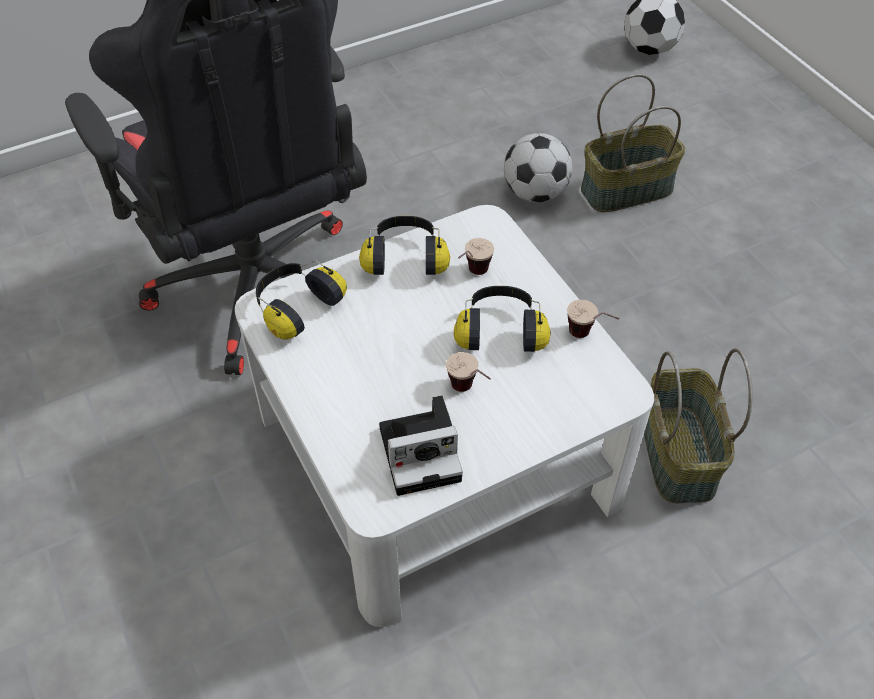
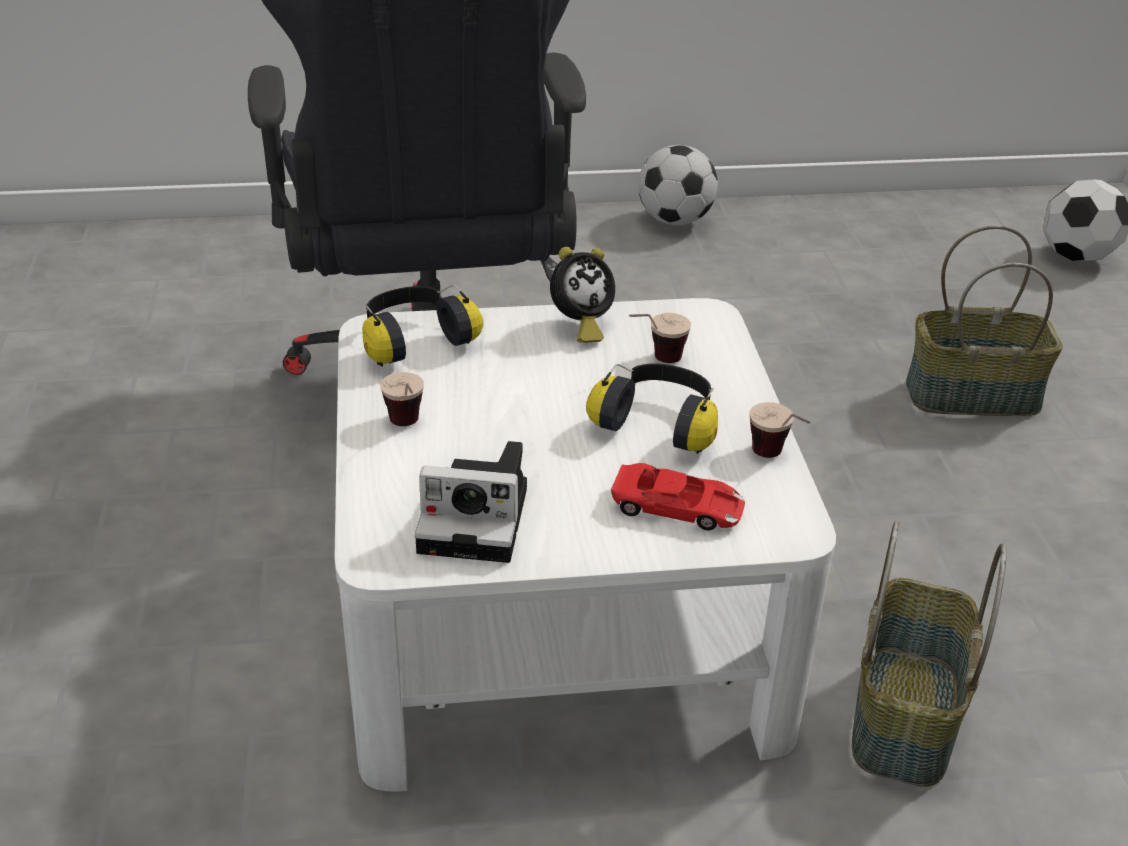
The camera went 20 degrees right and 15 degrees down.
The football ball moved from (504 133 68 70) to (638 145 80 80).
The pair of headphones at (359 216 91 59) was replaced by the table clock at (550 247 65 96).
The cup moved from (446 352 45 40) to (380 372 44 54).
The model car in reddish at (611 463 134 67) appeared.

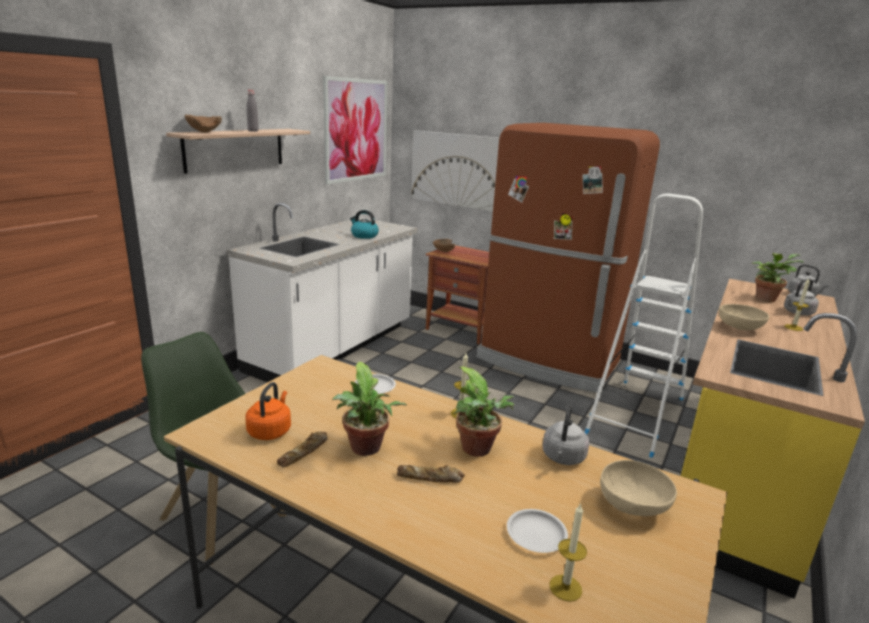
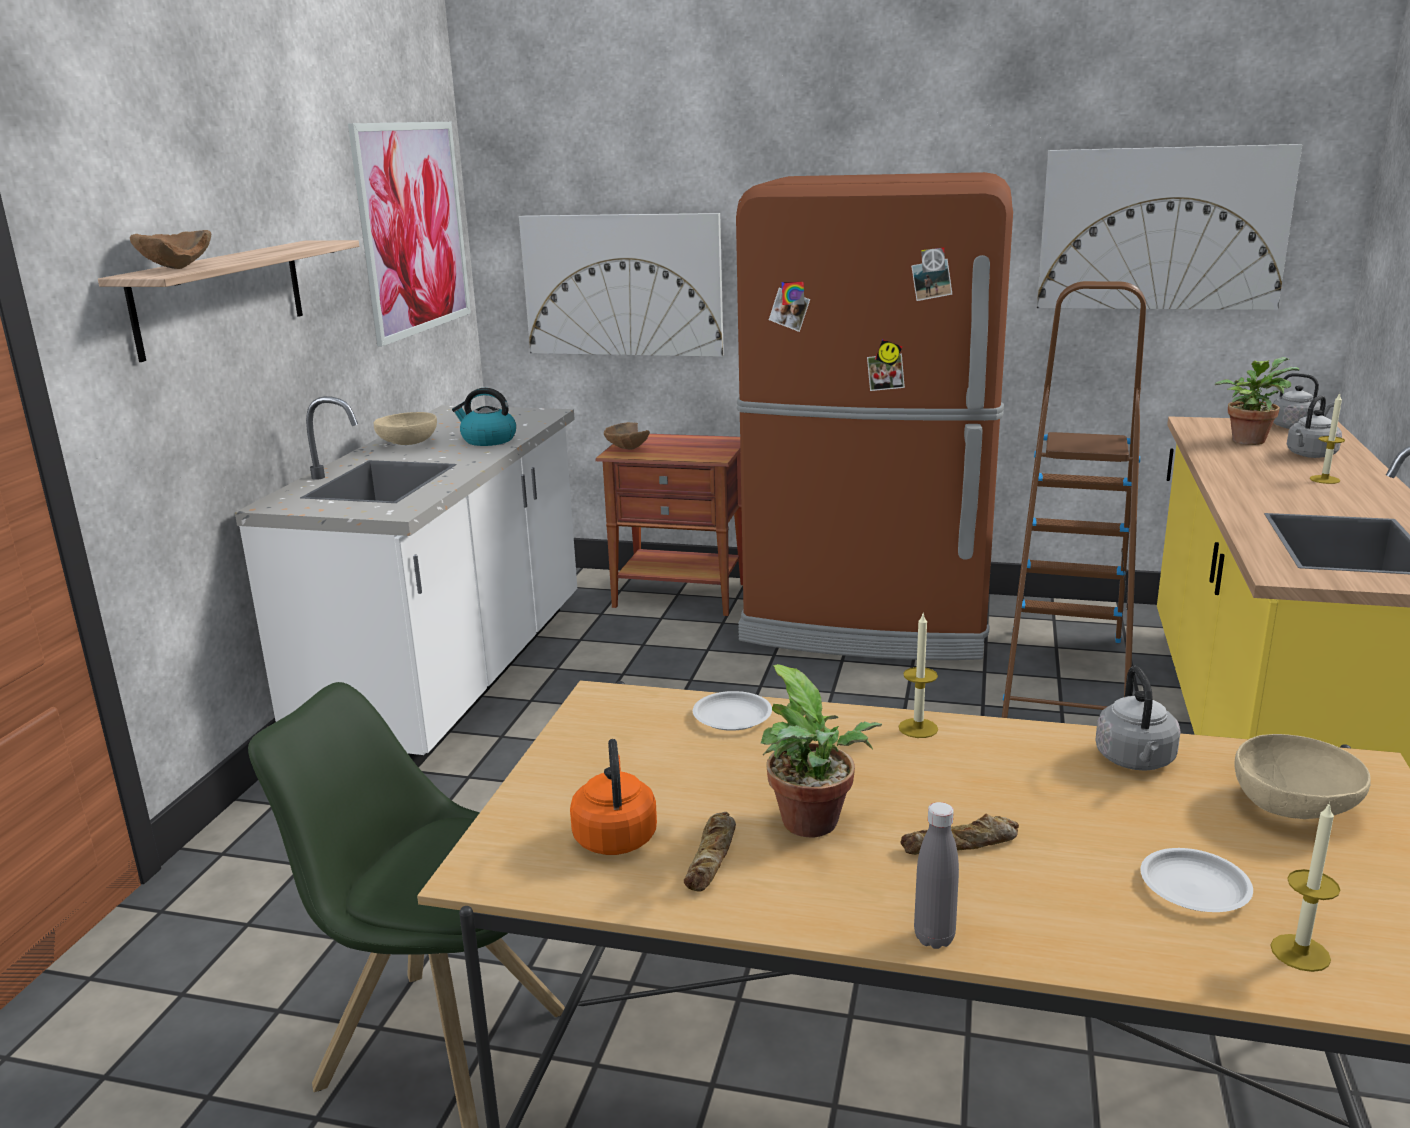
The camera went 15 degrees left and 0 degrees up.
The beverage bottle in grey moved from (247 90 12 42) to (914 802 45 147).
The stepladder in white-coloured at (585 193 118 265) became the stepladder in brownish at (1002 281 144 437).
The deep dish in sand-coloured moved from (719 304 50 26) to (374 412 63 33).
The houseplant at (453 366 61 91) disappeared.
The wall picture at (1037 144 265 166) appeared.

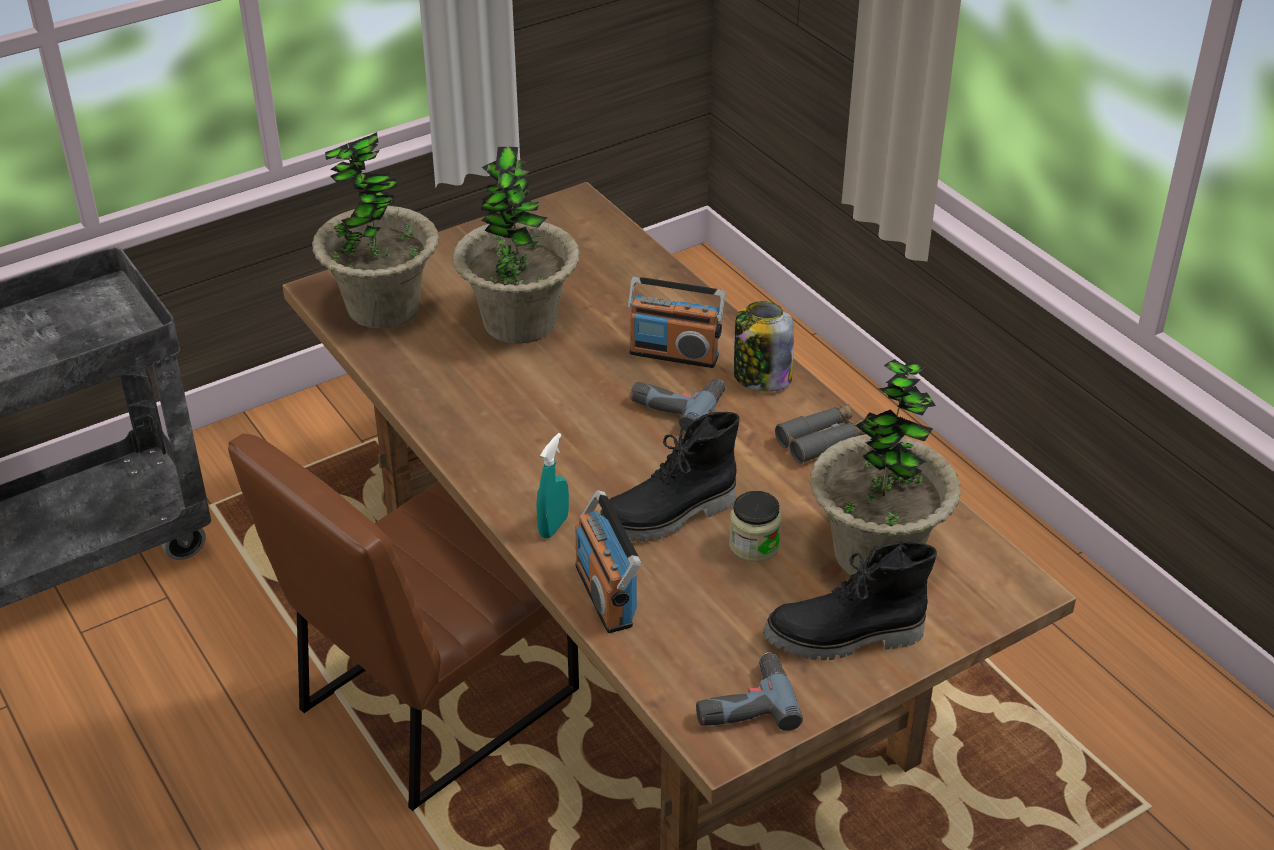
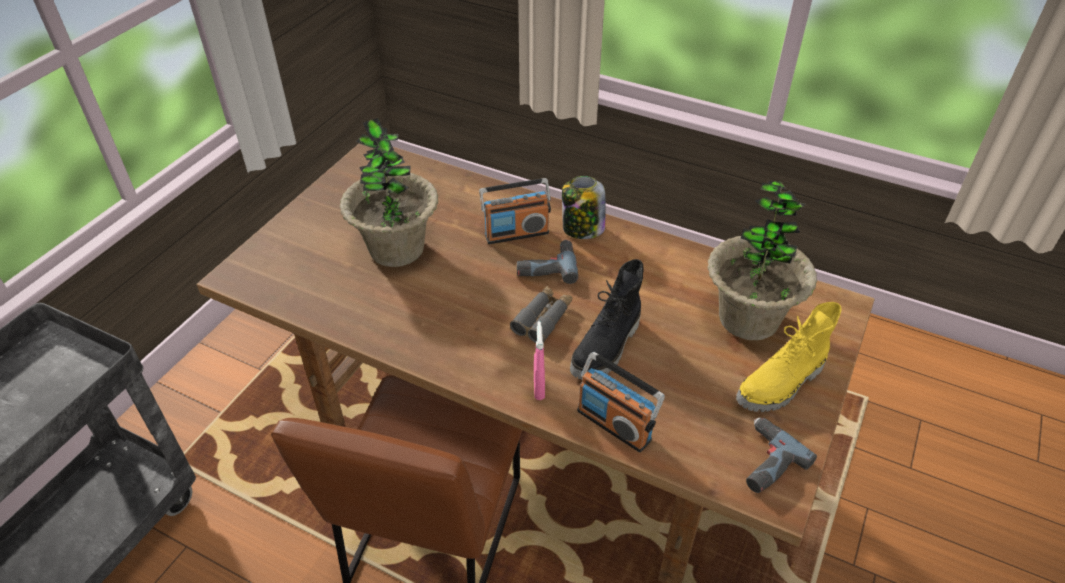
The camera went 30 degrees left and 5 degrees up.
The houseplant at (312 132 127 197) disappeared.
The field glasses in grey moved from (775 404 91 60) to (510 286 63 57).
The hand sprayer in turquoise at (536 433 33 105) became the hand sprayer in pinkish at (534 321 11 79).
The preserve jar at (729 491 53 71) disappeared.
The boot in black-coloured at (763 541 174 119) became the boot in yellowish at (736 302 105 110).

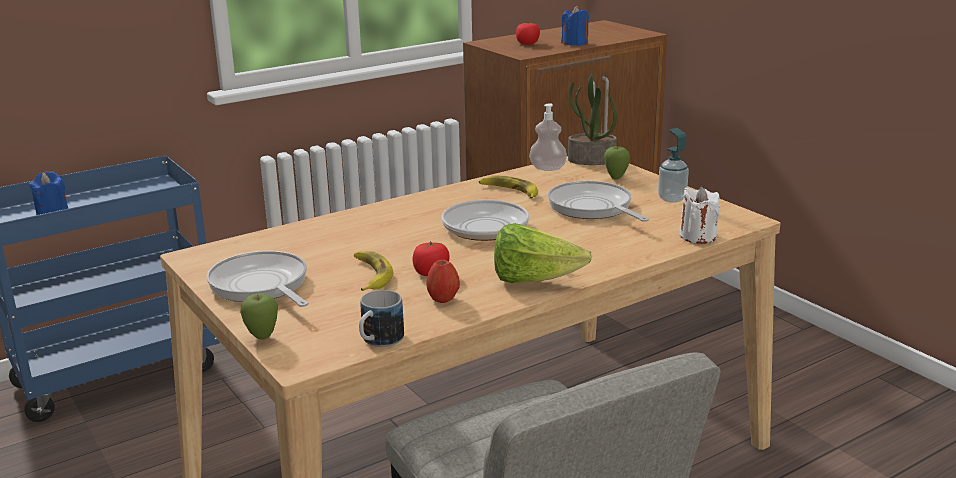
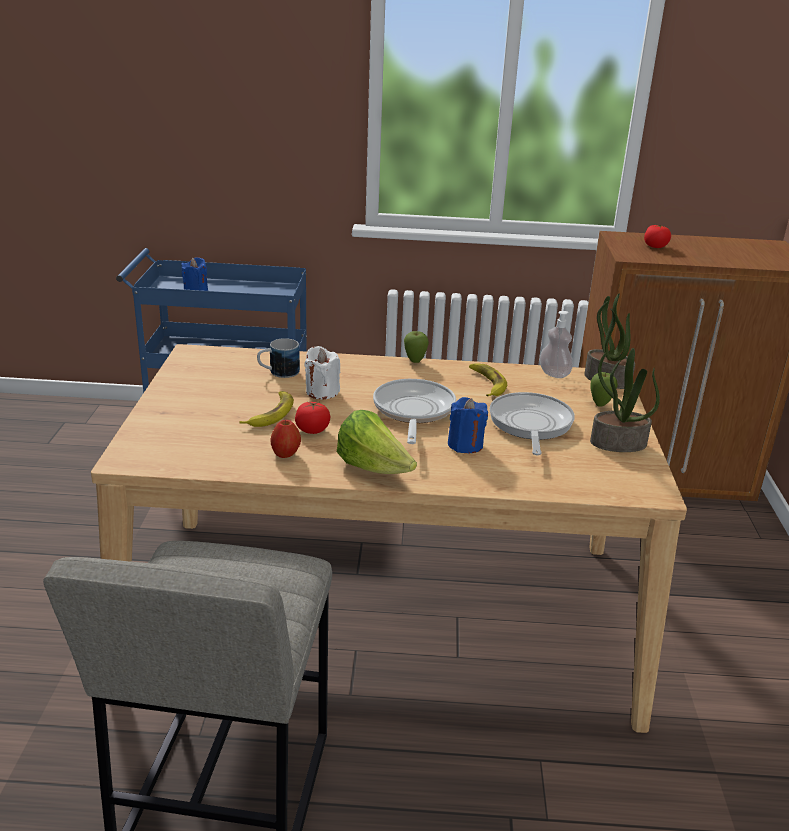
The camera went 35 degrees right and 5 degrees up.
The candle in blue moved from (561 6 28 40) to (448 397 40 56).
The soap dispenser at (658 128 31 75) was replaced by the houseplant at (590 348 70 104).
The candle in white-coloured moved from (680 187 40 57) to (305 346 35 53).
The skillet at (206 251 103 56) disappeared.
The mug moved from (359 290 45 57) to (257 338 43 40).
The apple fruit moved from (240 293 38 47) to (404 331 25 32).

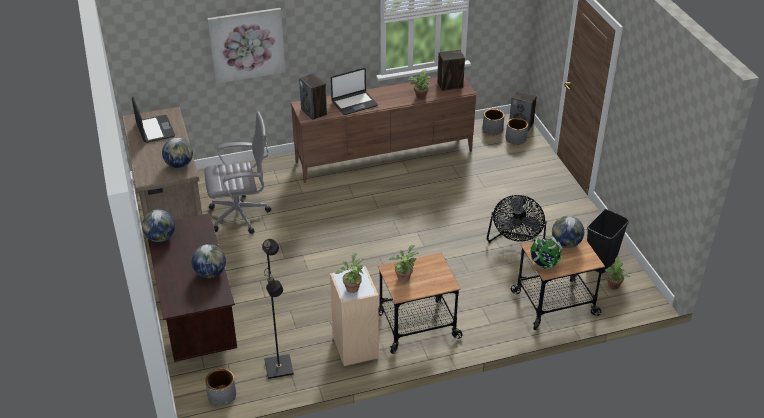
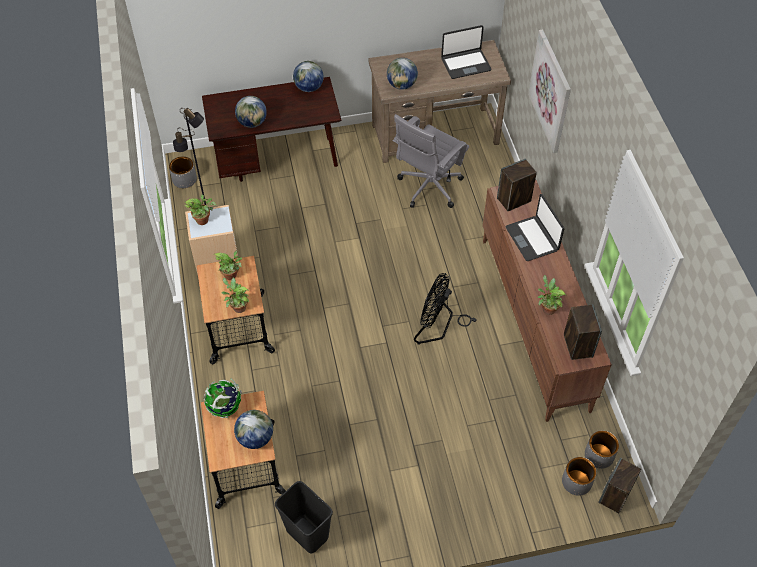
The camera went 95 degrees right and 15 degrees up.
The office chair in grey at (204 111 67 123) turned 45 degrees clockwise.
The cooling fan in black-coloured moved from (487 194 60 49) to (414 273 63 72).
The houseplant moved from (604 257 27 33) to (222 277 27 36).

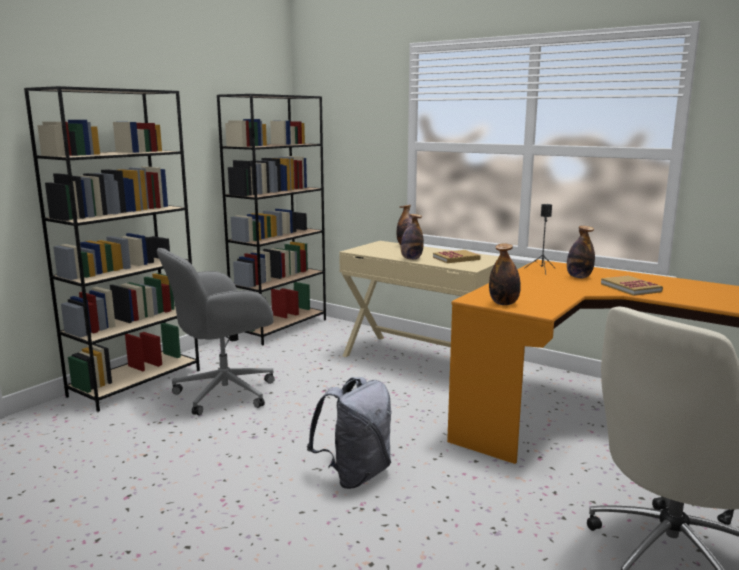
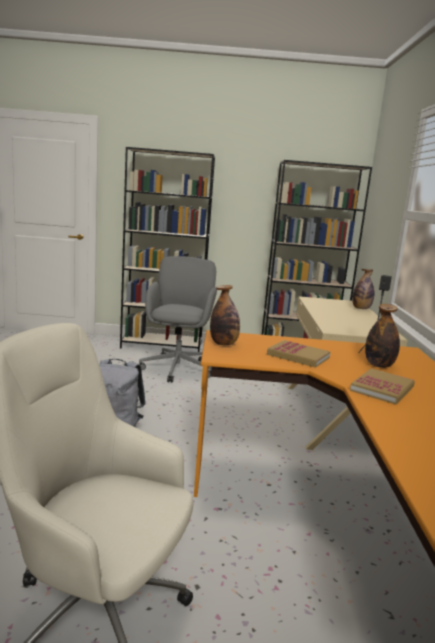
The camera went 55 degrees right and 0 degrees up.
The beverage bottle at (401 214 23 46) disappeared.
The office chair in grey at (157 248 118 167) turned 75 degrees clockwise.
The bound book moved from (433 250 48 13) to (267 340 64 28).

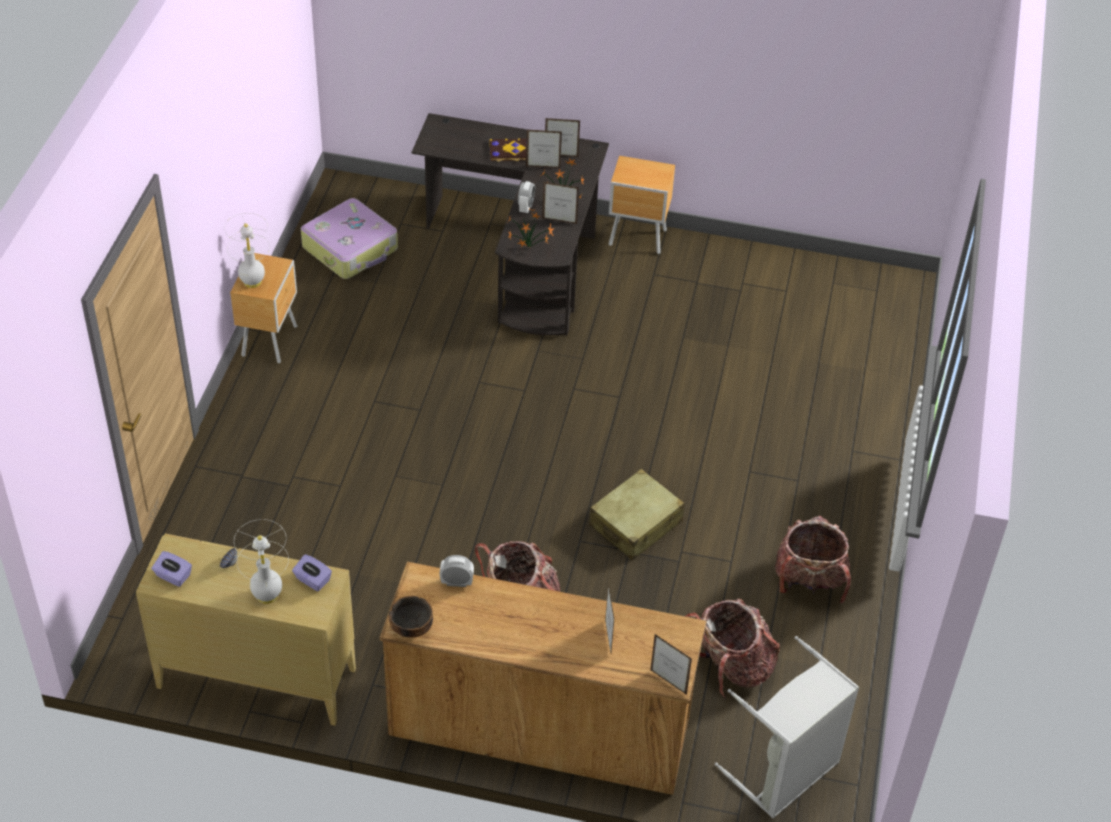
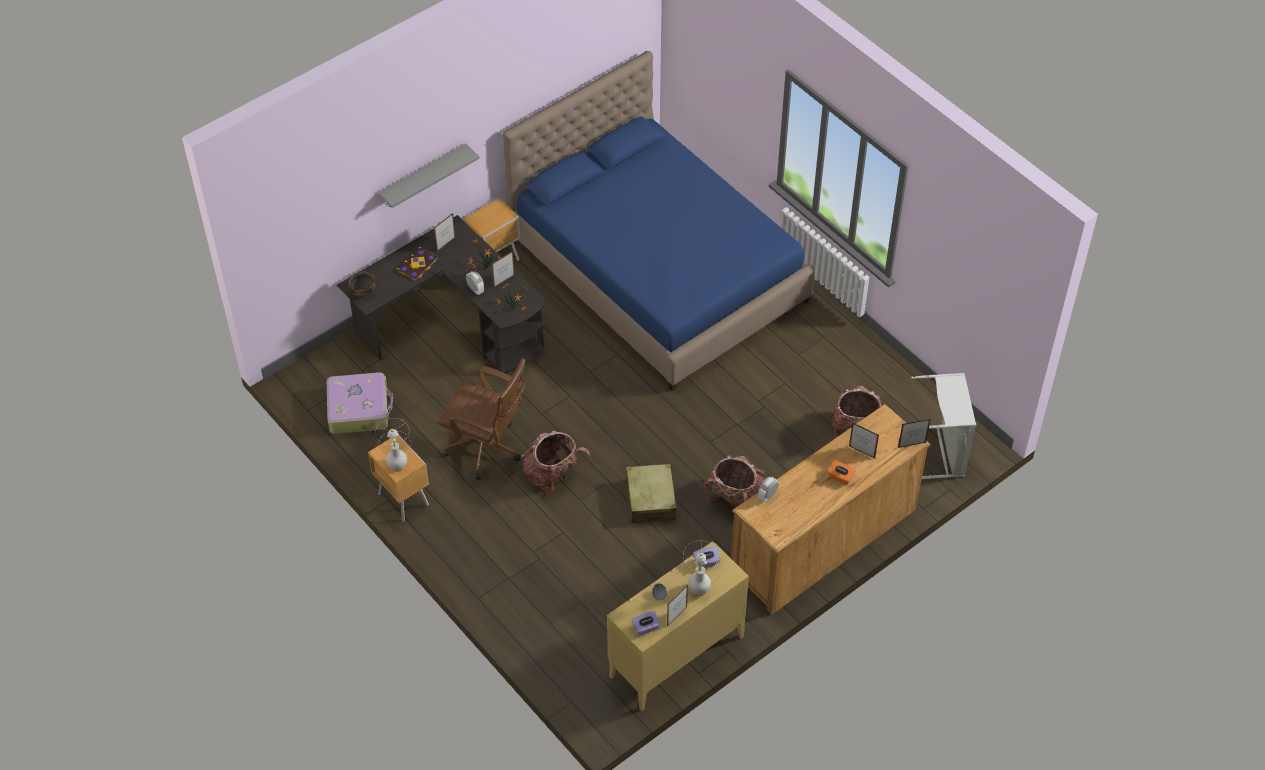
The camera went 50 degrees left and 5 degrees up.
The photo frame moved from (526 130 36 38) to (667 585 21 42).
The suitcase in sand-coloured moved from (589 469 96 91) to (626 464 51 59).
The knapsack moved from (775 516 76 88) to (521 431 69 63).
The deep dish moved from (389 596 44 41) to (349 271 27 26).
The sleeping bed in blue at (503 51 312 340) appeared.
The shelf in grey at (378 143 102 65) appeared.
The office chair in brownish at (437 358 89 122) appeared.
The box of tissues in orange-coloured at (828 461 28 24) appeared.

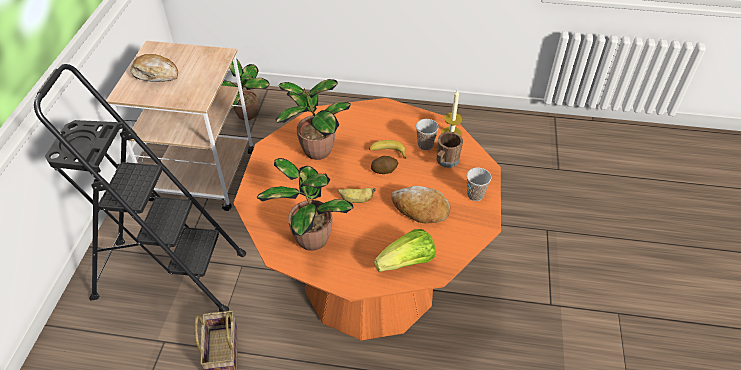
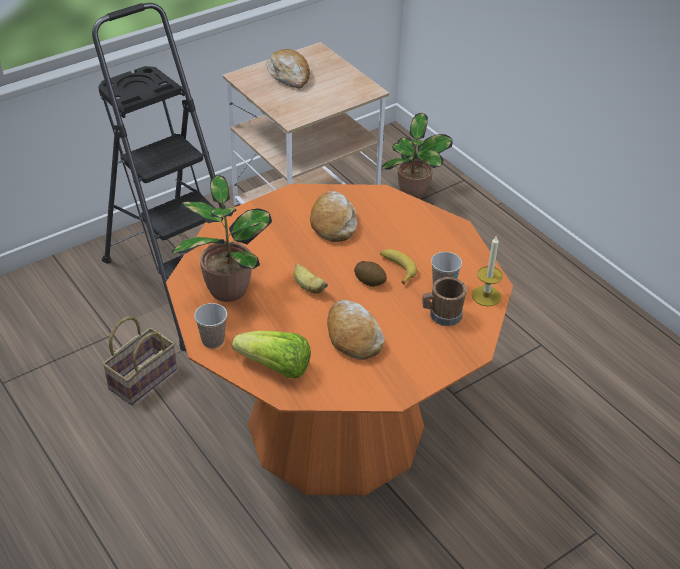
The camera went 45 degrees right and 5 degrees down.
The houseplant at (276 79 75 81) was replaced by the bread at (310 191 47 51).
The cup moved from (467 167 24 34) to (194 303 33 46).

